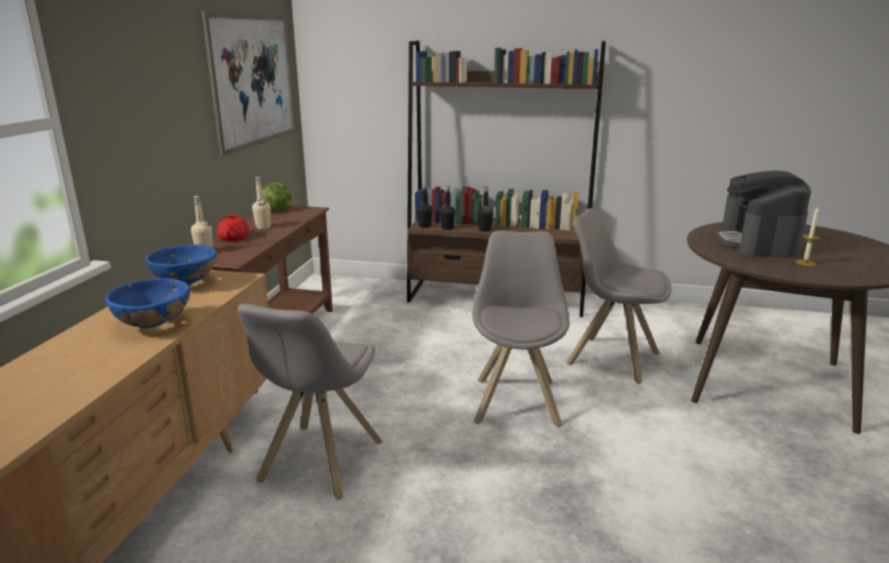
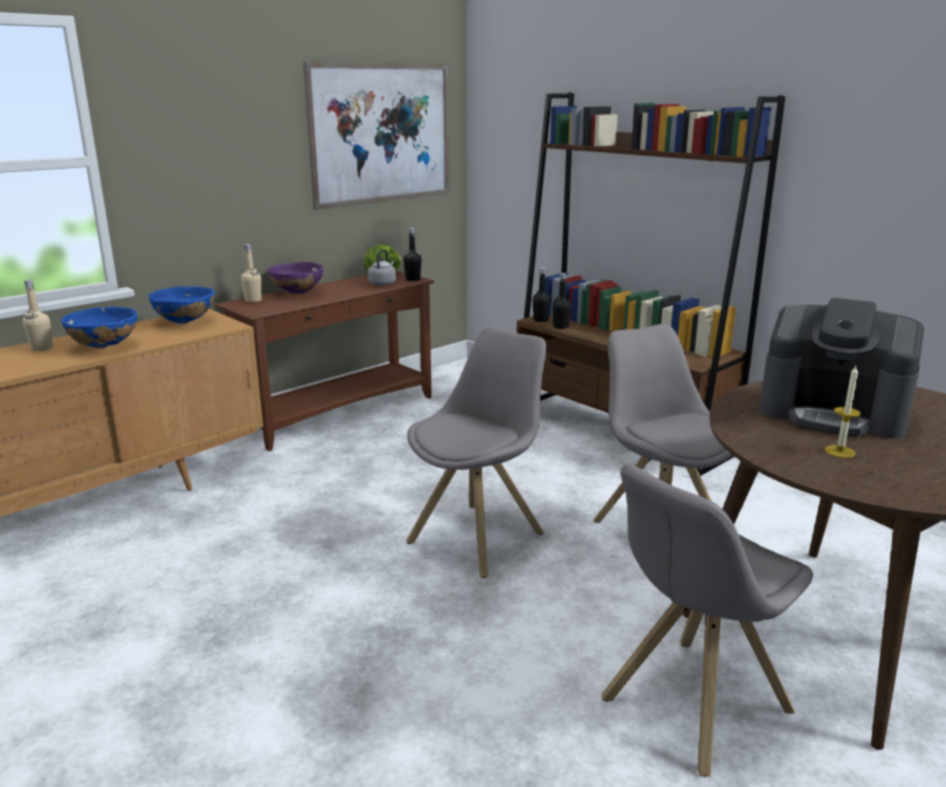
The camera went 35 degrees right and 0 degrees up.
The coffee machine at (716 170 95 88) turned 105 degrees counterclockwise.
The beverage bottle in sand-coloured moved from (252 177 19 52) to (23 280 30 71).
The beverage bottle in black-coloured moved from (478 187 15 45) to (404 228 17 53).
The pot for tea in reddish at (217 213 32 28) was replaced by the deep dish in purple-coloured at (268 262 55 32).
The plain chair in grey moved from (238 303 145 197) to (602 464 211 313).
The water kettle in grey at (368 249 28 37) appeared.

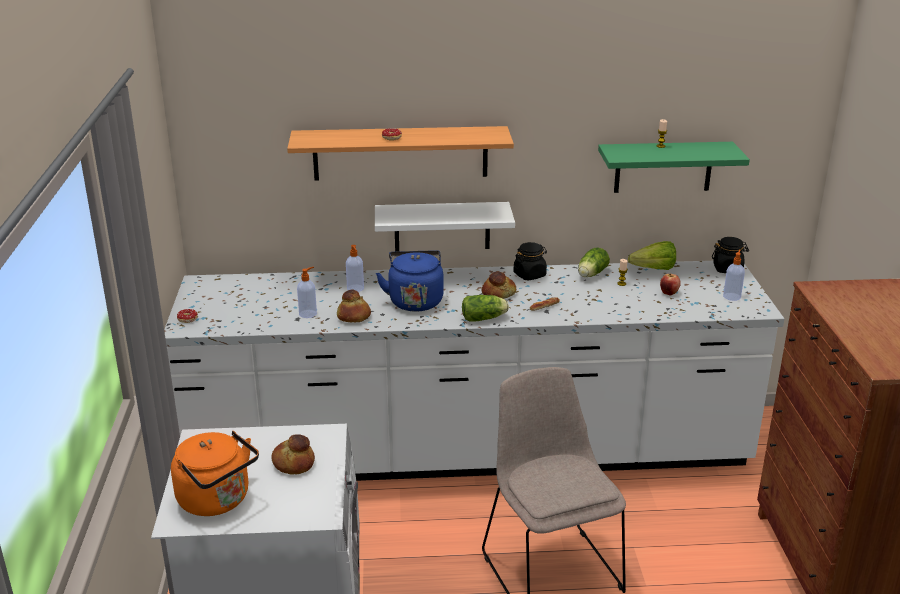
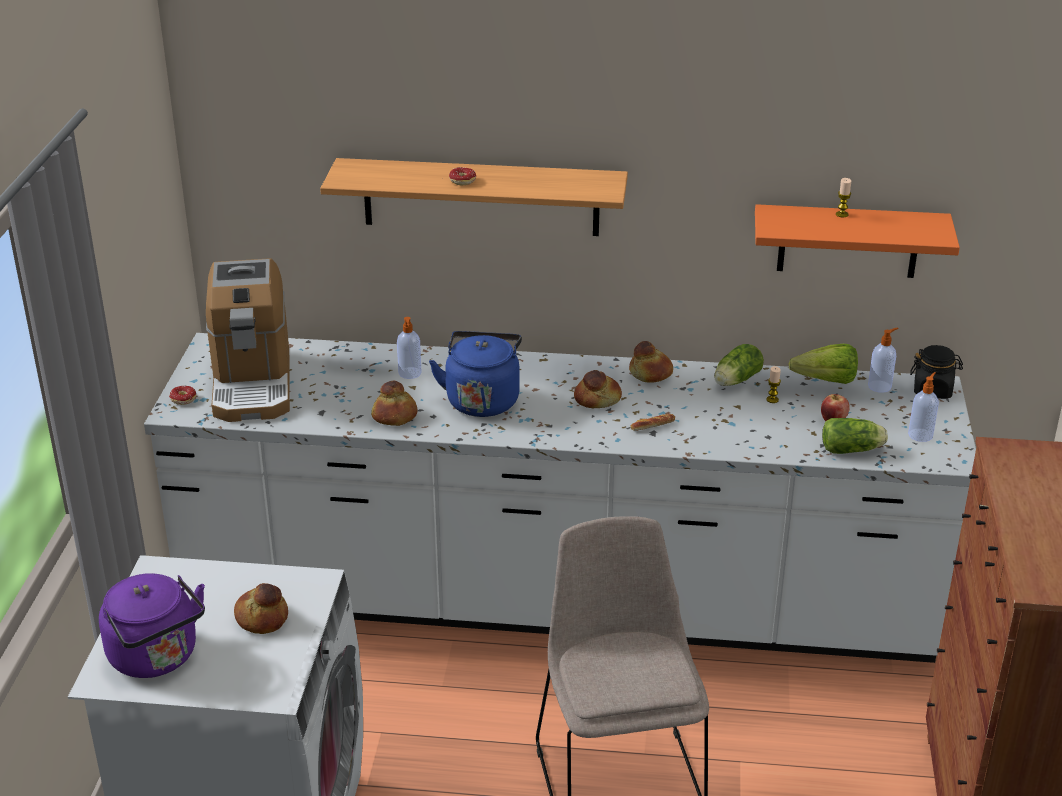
The camera went 10 degrees right and 5 degrees up.
The shelf in greenish at (598 142 152 51) became the shelf in orange-coloured at (755 204 205 74).
The shelf in white-coloured at (375 202 140 49) disappeared.
The preserve jar in black-coloured at (514 242 33 38) was replaced by the bread at (629 341 44 42).
The soap dispenser moved from (297 267 20 51) to (868 328 31 65).
The lettuce moved from (462 295 47 27) to (822 418 66 36).
The water kettle in orange-coloured at (171 431 88 85) became the water kettle in purple-coloured at (99 573 106 105).
The coffee machine at (206 258 84 164) appeared.

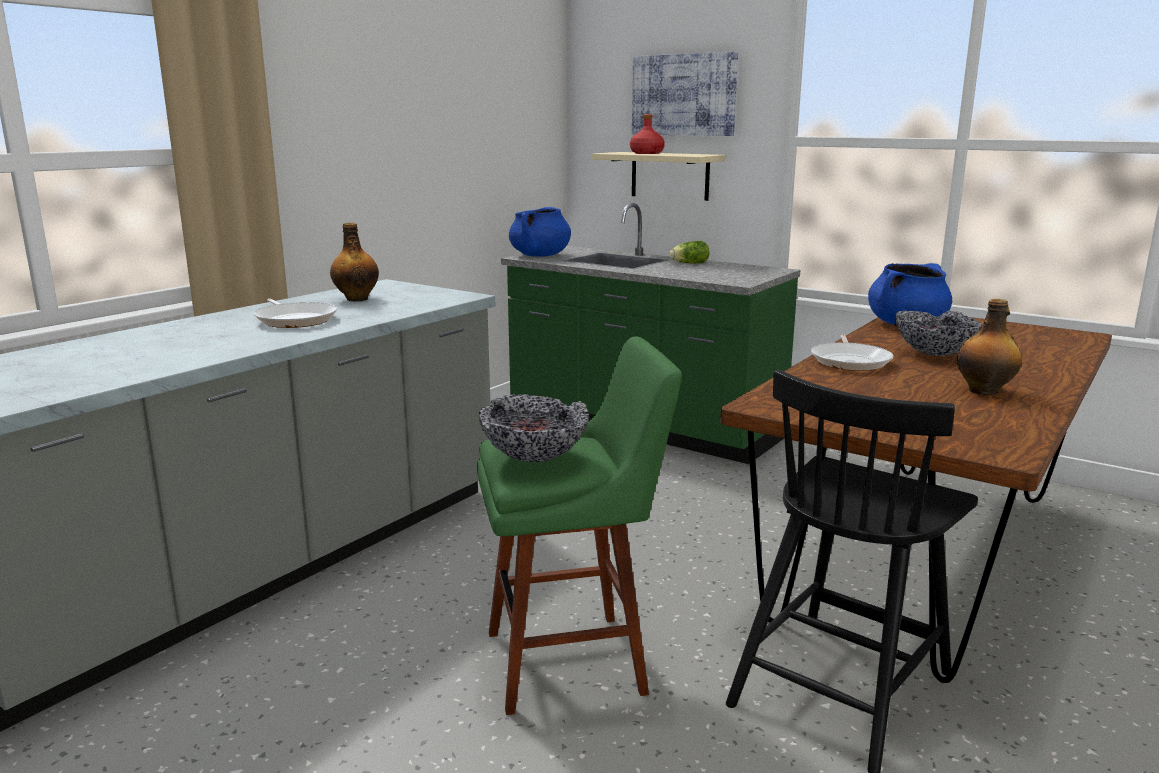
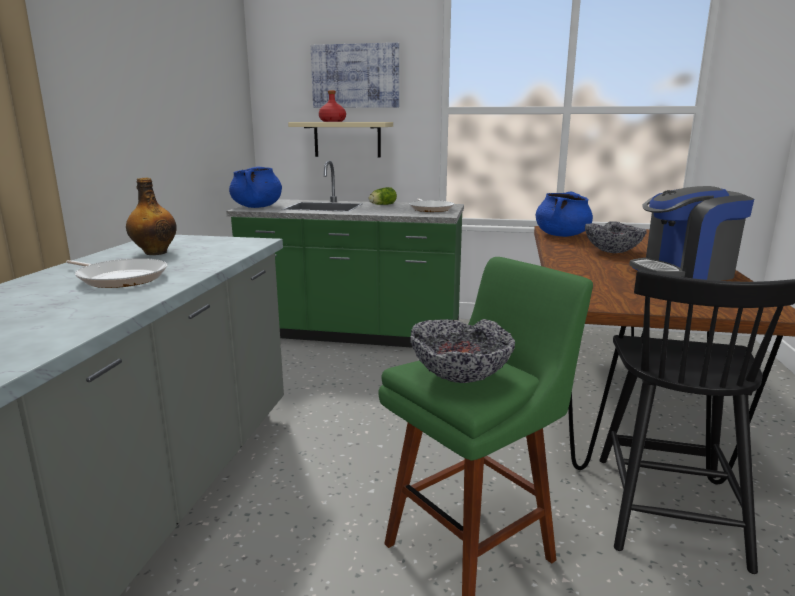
The camera went 25 degrees left and 0 degrees up.
The beverage bottle at (957 299 65 96) was replaced by the coffee machine at (629 186 125 95).
The skillet moved from (811 334 82 37) to (409 198 45 14).

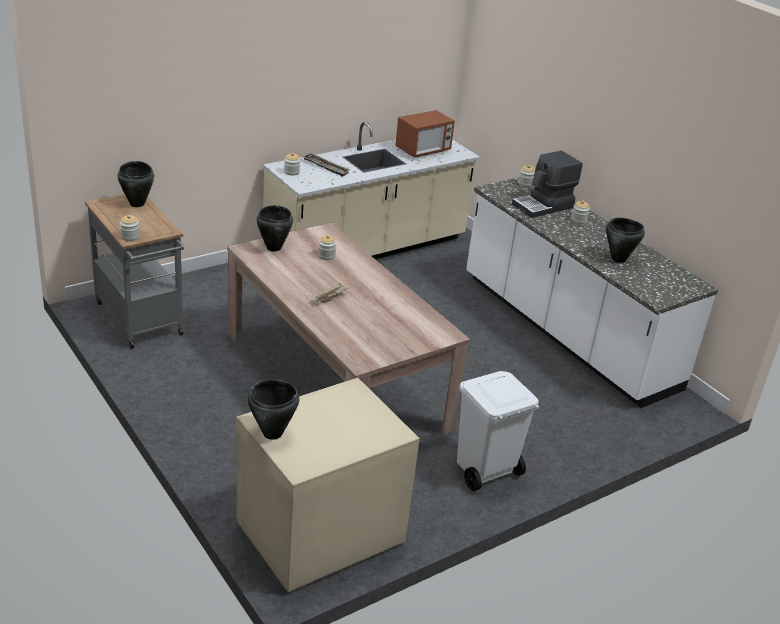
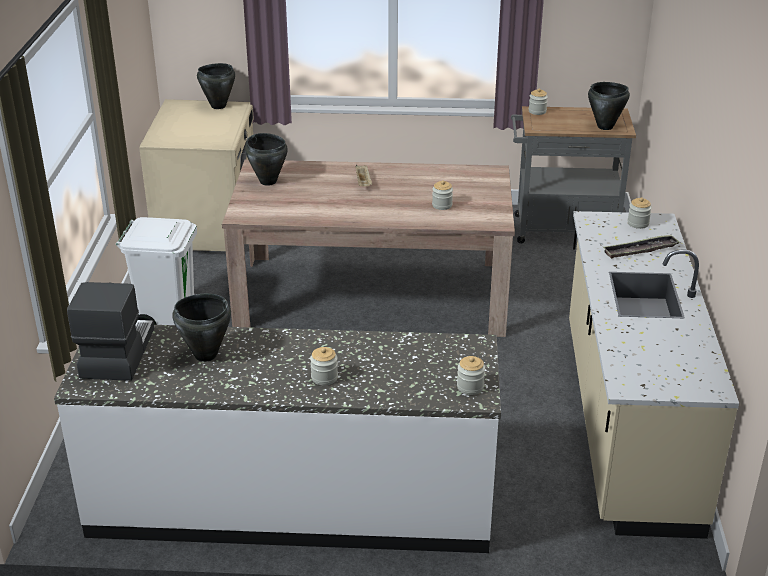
The camera went 130 degrees right and 0 degrees up.
The microwave oven at (395 110 60 47) disappeared.
The coffee machine moved from (512 151 71 67) to (67 282 87 99).
The stockpot in black-coloured moved from (256 205 37 47) to (245 133 43 53).

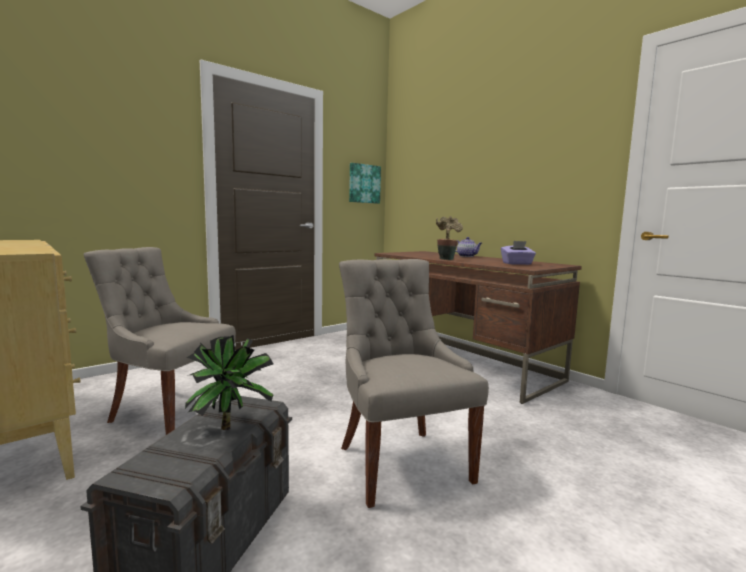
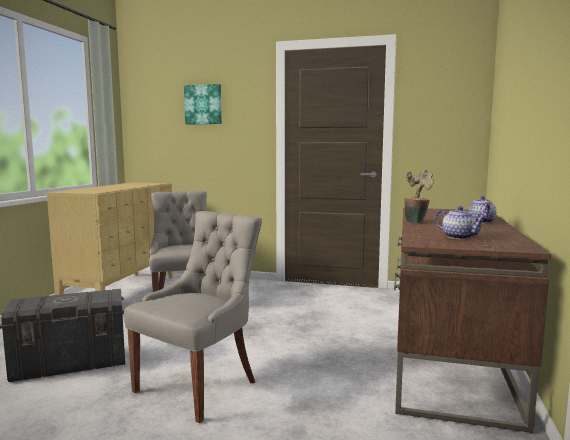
The camera went 55 degrees right and 0 degrees up.
The wall picture moved from (349 163 32 41) to (184 84 38 40).
The box of tissues in purple-coloured at (501 241 35 24) was replaced by the pot for tea at (435 206 52 33).
The houseplant at (185 335 89 95) disappeared.

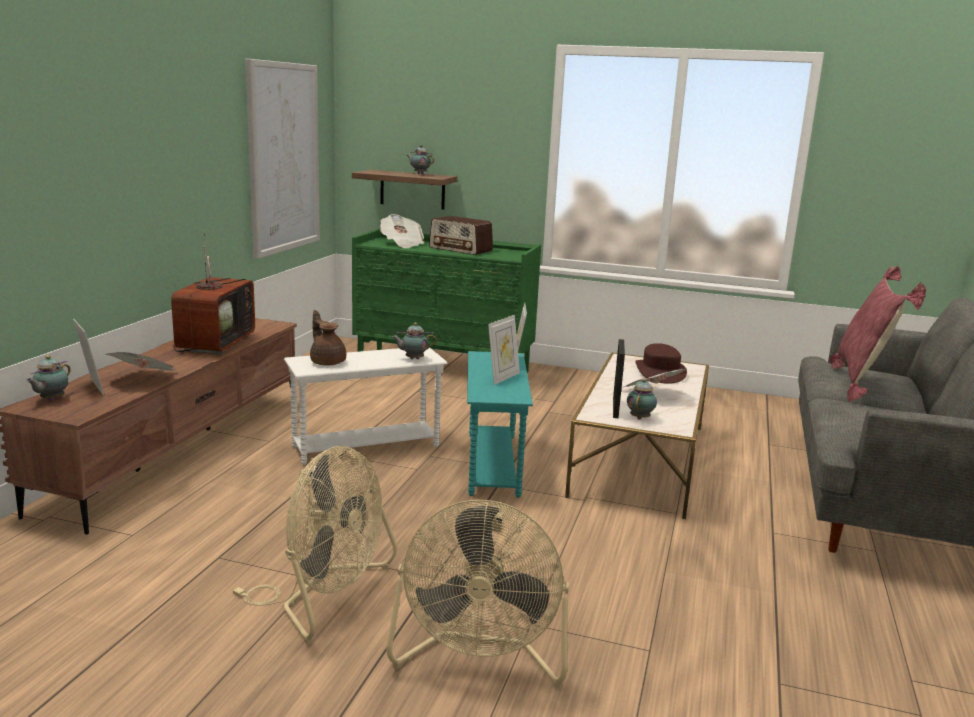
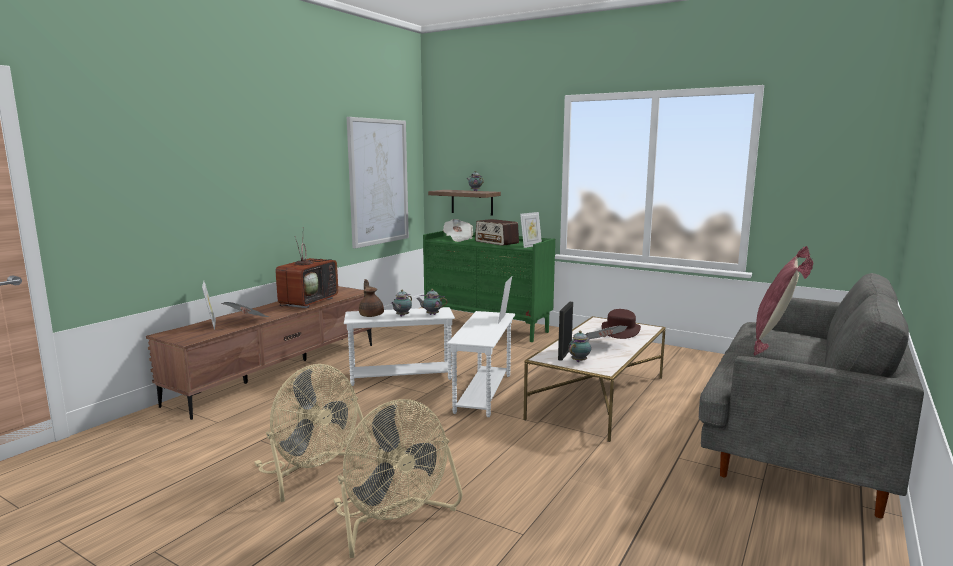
The camera went 15 degrees right and 5 degrees down.
The photo frame moved from (488 315 32 70) to (520 212 22 36).
The end table in turquoise at (467 351 66 147) became the end table in white-coloured at (447 311 68 106).
The pot for tea moved from (26 355 45 46) to (391 290 21 27).
The cooling fan in sand-coloured at (386 500 183 189) turned 60 degrees counterclockwise.

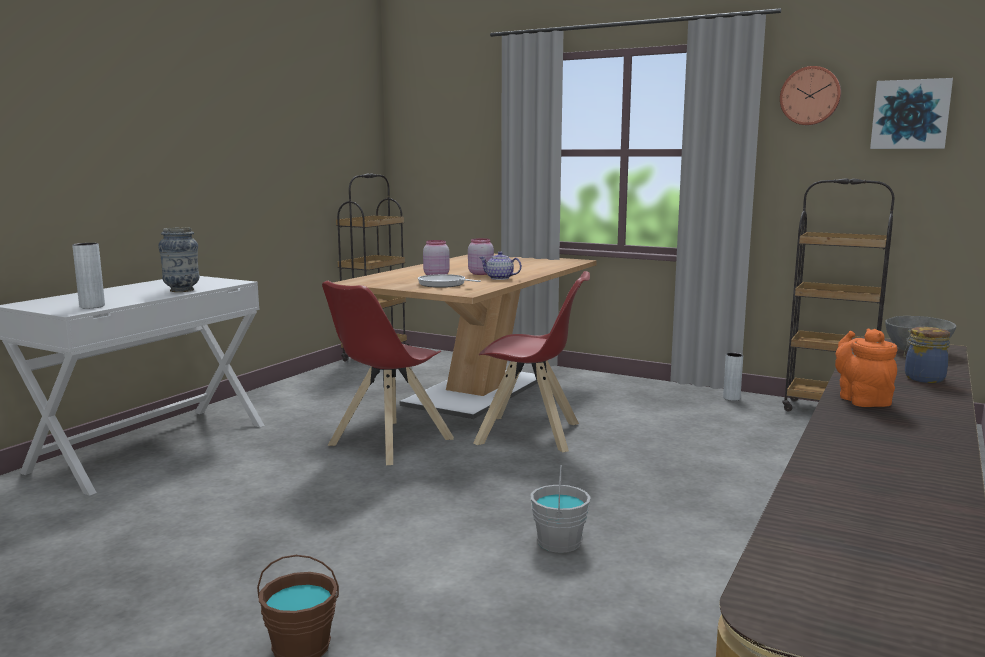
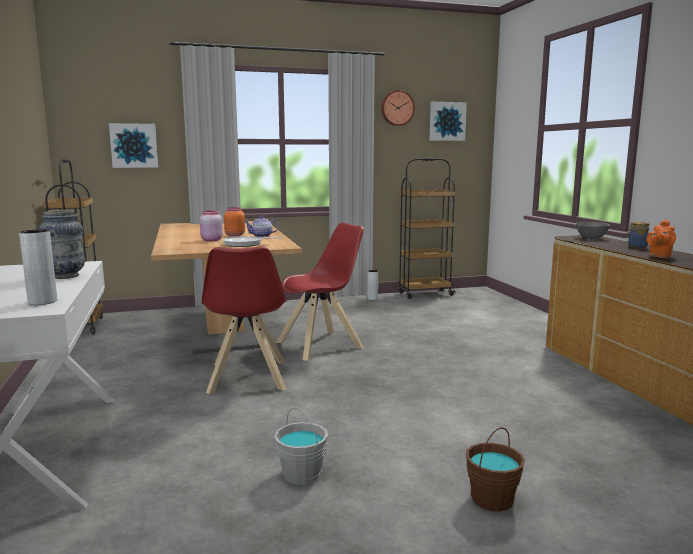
The camera went 45 degrees left and 0 degrees up.
The preserve jar in pinkish at (468 238 26 37) became the preserve jar in orange-coloured at (224 207 21 29).
The pot for tea in orange-coloured at (835 329 62 78) turned 90 degrees counterclockwise.
The water bucket in grey moved from (530 465 61 88) to (274 407 54 78).
The wall picture at (109 123 49 45) appeared.

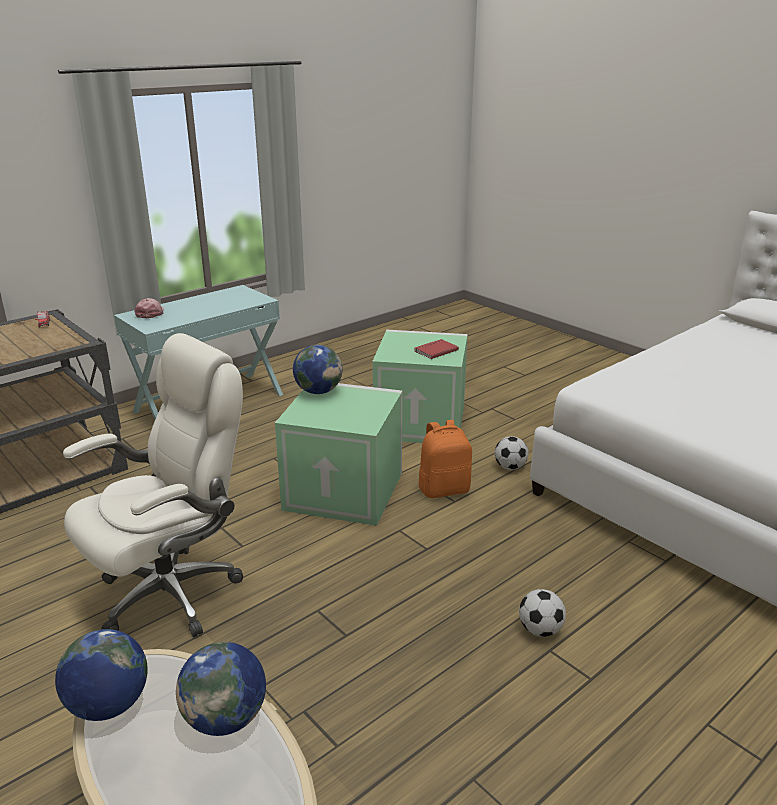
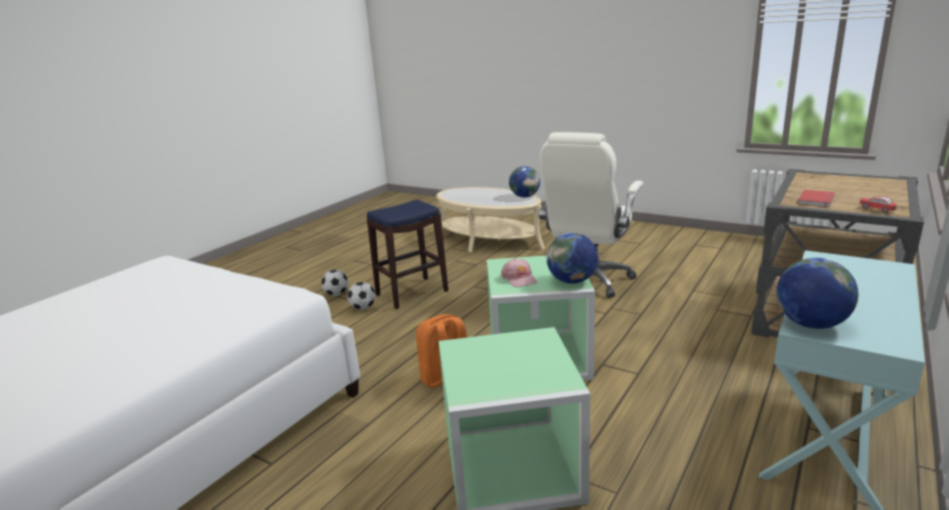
The camera went 165 degrees right and 5 degrees down.
The baseball cap in pinkish moved from (135 298 29 21) to (501 258 36 29).
The bound book in reddish moved from (414 339 45 20) to (797 189 38 18).
The football ball moved from (495 436 34 34) to (321 270 27 26).
The desk globe moved from (176 642 90 94) to (777 258 81 71).
The stool at (367 200 81 109) appeared.

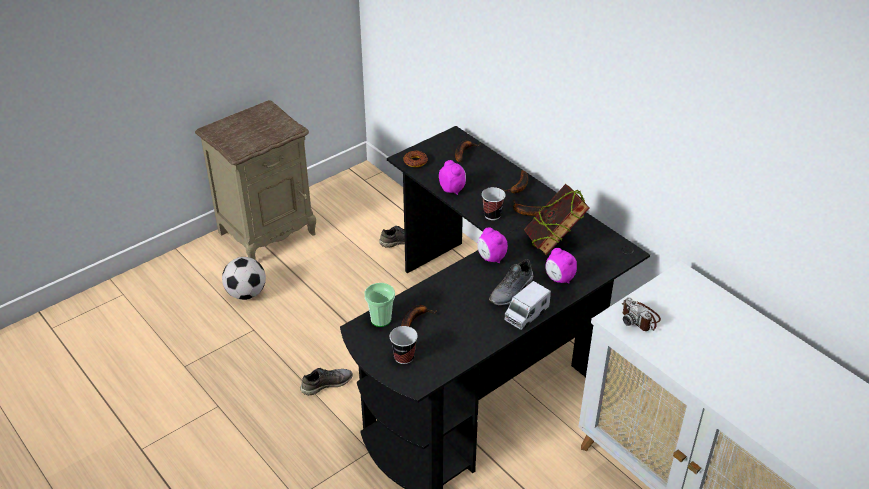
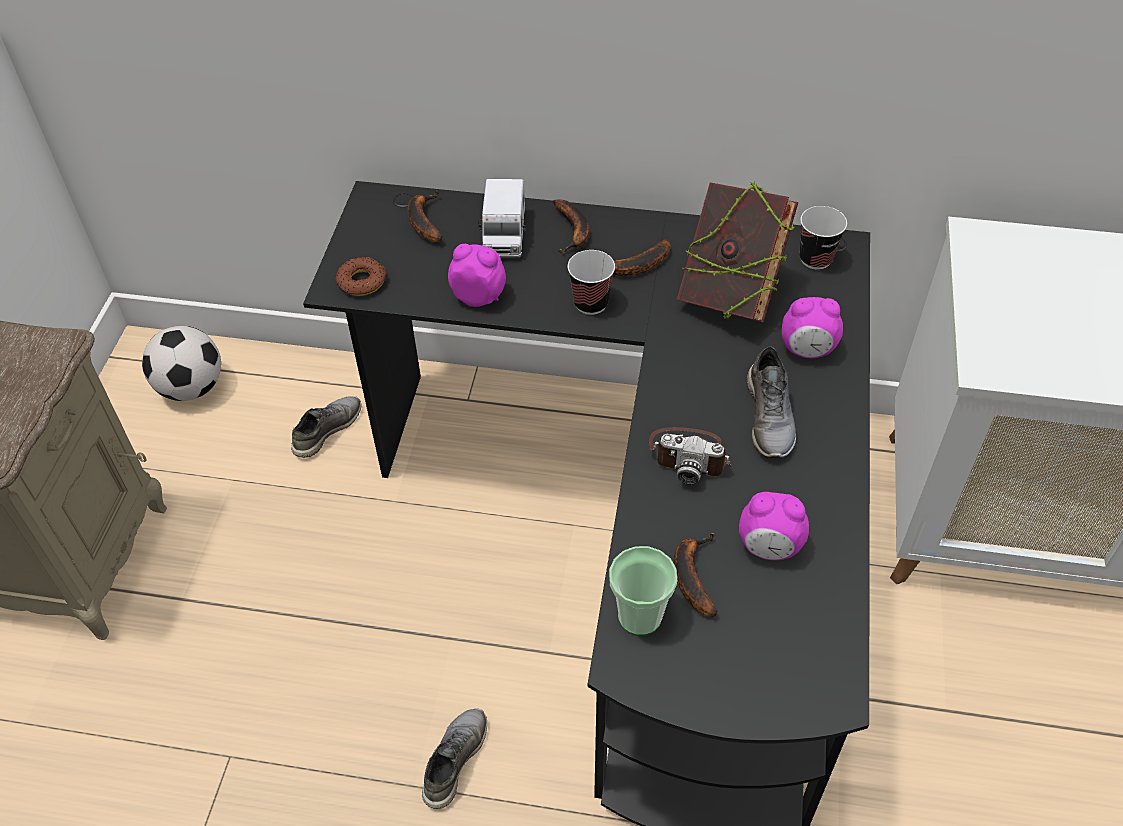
The camera went 40 degrees left and 10 degrees up.
The table clock moved from (477 227 31 36) to (739 492 70 69).
The football ball moved from (222 257 44 43) to (142 326 79 75).
The model truck moved from (504 281 47 49) to (478 179 48 79).
The photo camera moved from (622 298 39 33) to (649 427 83 58).
The cup moved from (390 326 28 38) to (800 206 47 64).

